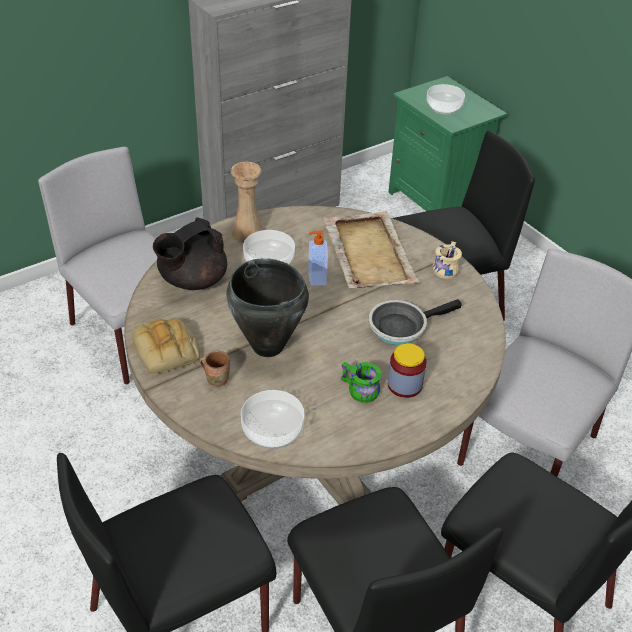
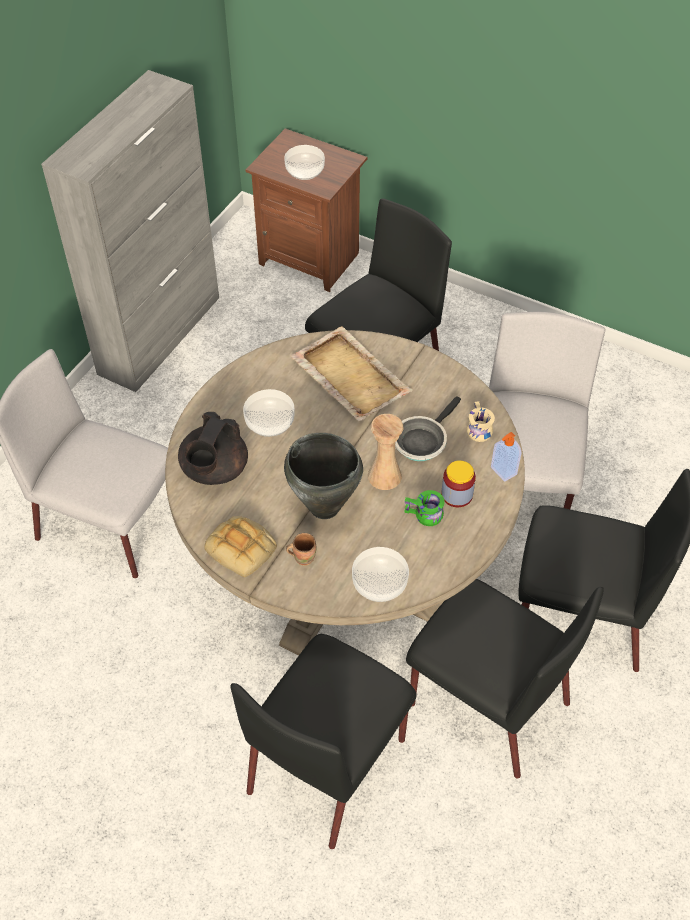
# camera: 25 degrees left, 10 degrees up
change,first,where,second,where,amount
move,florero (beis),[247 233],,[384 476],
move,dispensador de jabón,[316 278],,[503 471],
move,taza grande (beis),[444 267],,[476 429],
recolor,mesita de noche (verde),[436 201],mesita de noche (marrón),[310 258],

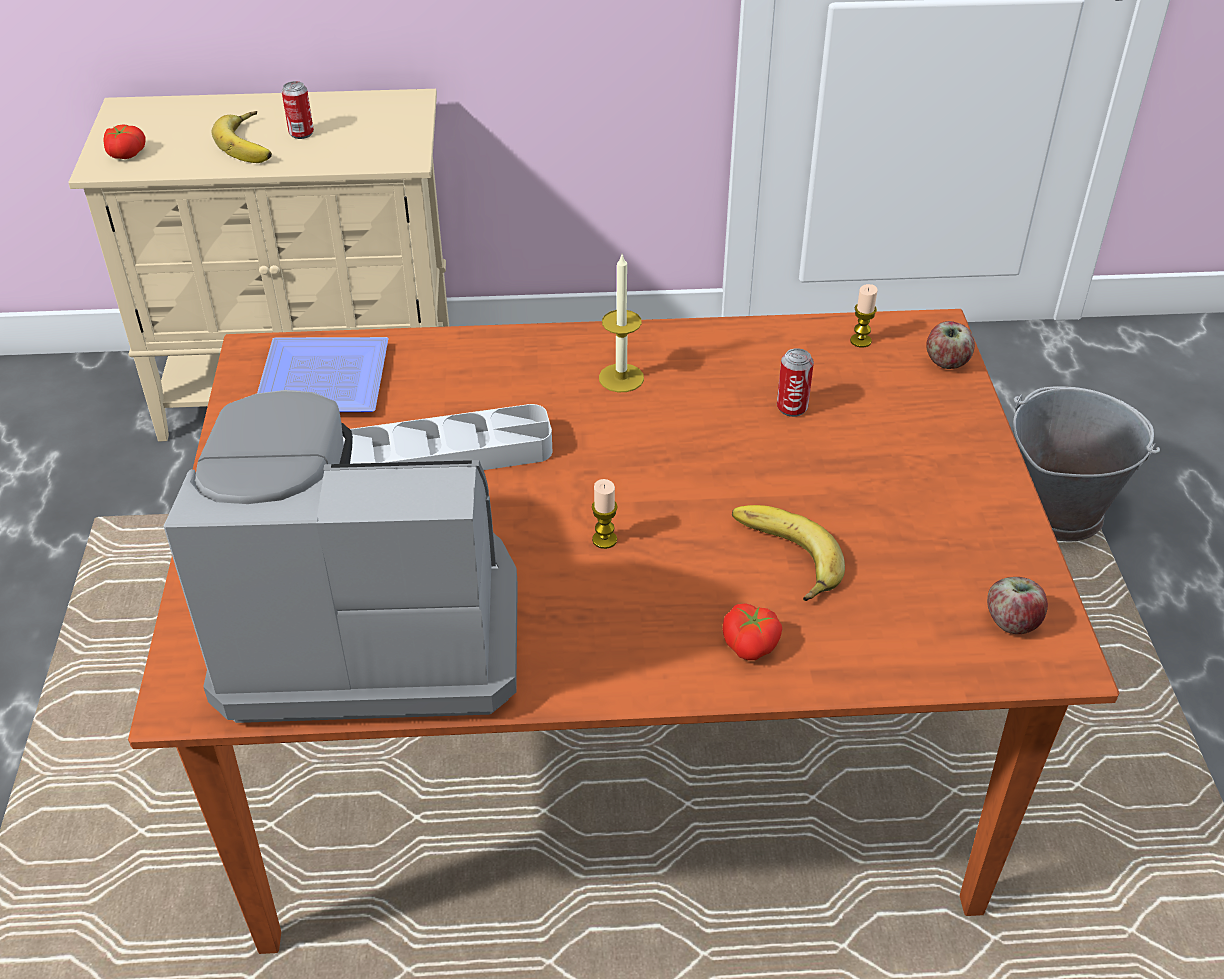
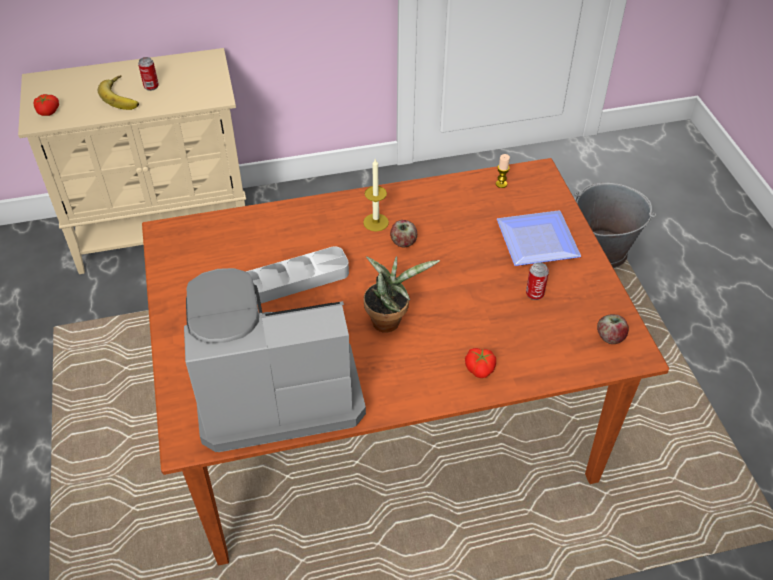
# camera: 10 degrees left, 5 degrees up
change,first,where,second,where,amount
delete,plátano,[781 558],,,
move,plato,[320 378],,[534 239],
move,lata,[792 408],,[534 294],
move,manzana,[946 362],,[403 242],
replace,vela,[604 540],planta en maceta,[389 320],

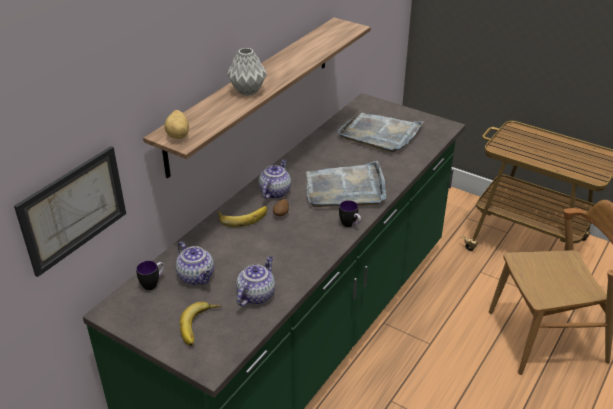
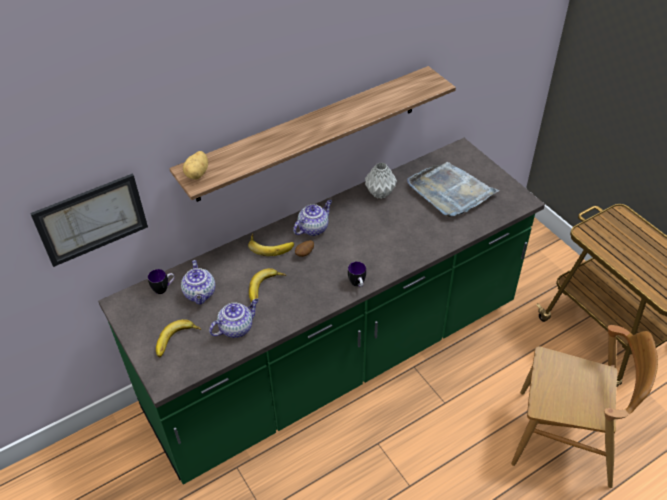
# camera: 25 degrees right, 10 degrees up
change,first,where,second,where,amount
delete,bandeja (gris),[345 189],,,
insert,,,plátano,[266 289],
move,florero (gris),[248 91],,[380 193],

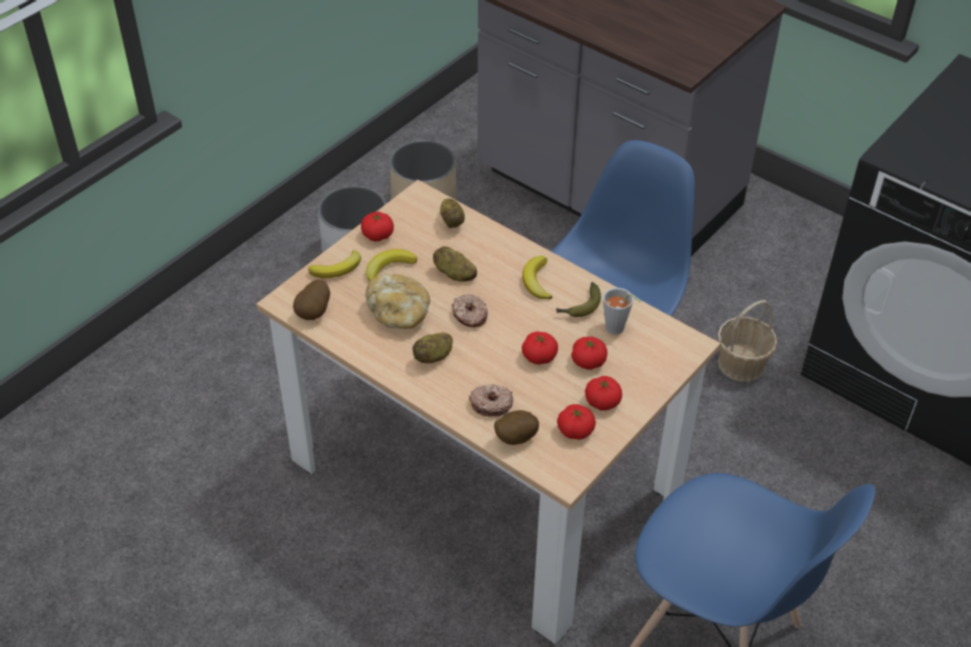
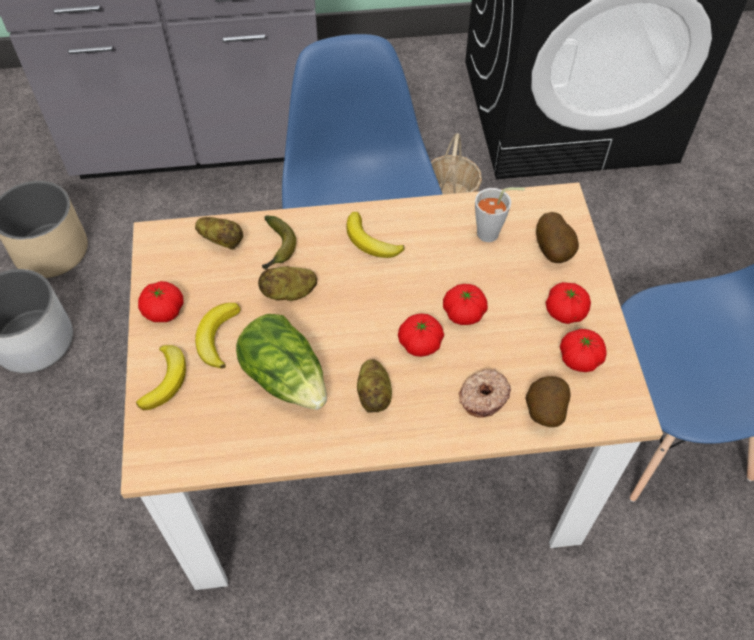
# camera: 45 degrees left, 10 degrees up
change,first,where,second,where,amount
delete,rosquilla,[469 316],,,
move,patata,[314 313],,[554 251],
move,plátano,[580 307],,[276 248],
move,tomate,[588 361],,[420 343],
replace,pan,[399 313],lechuga,[286 377],

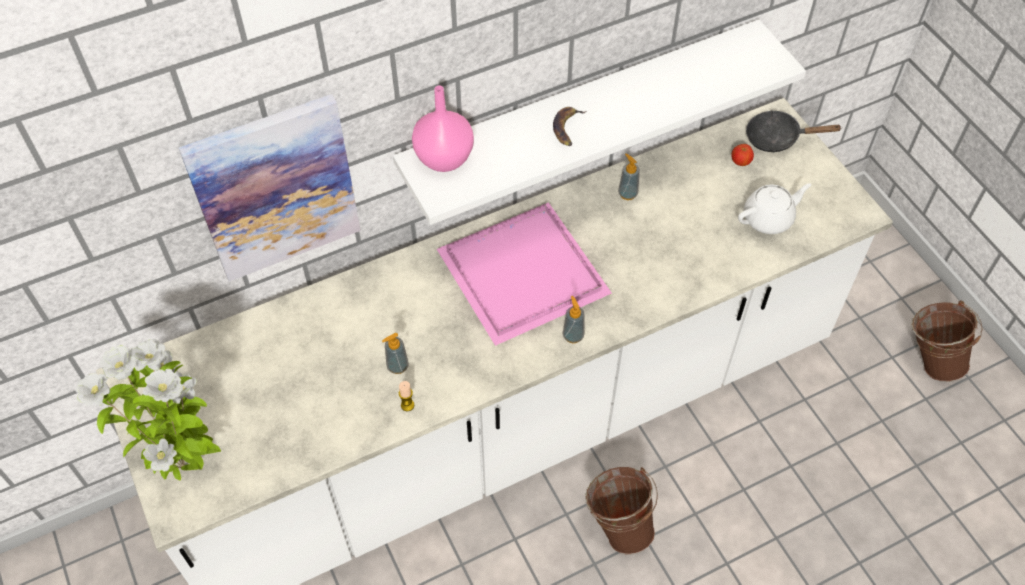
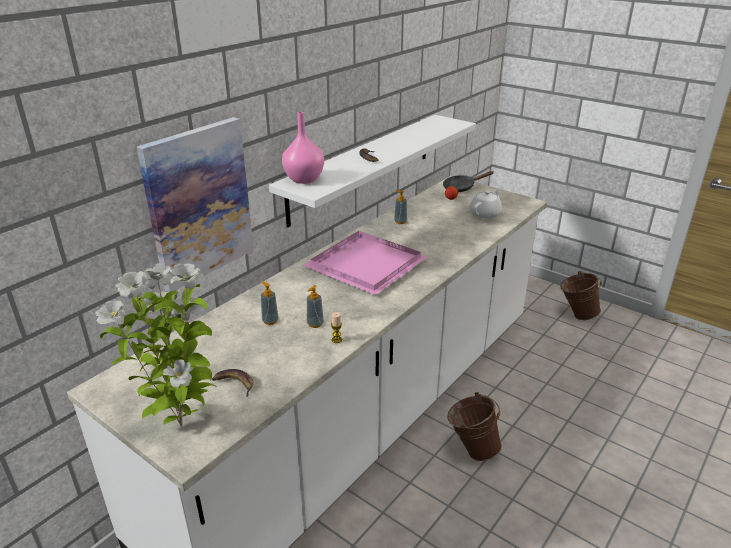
# camera: 25 degrees left, 25 degrees down
change,first,where,second,where,amount
insert,,,plátano,[234 383],
move,dispensador de jabón,[573 335],,[270 321],

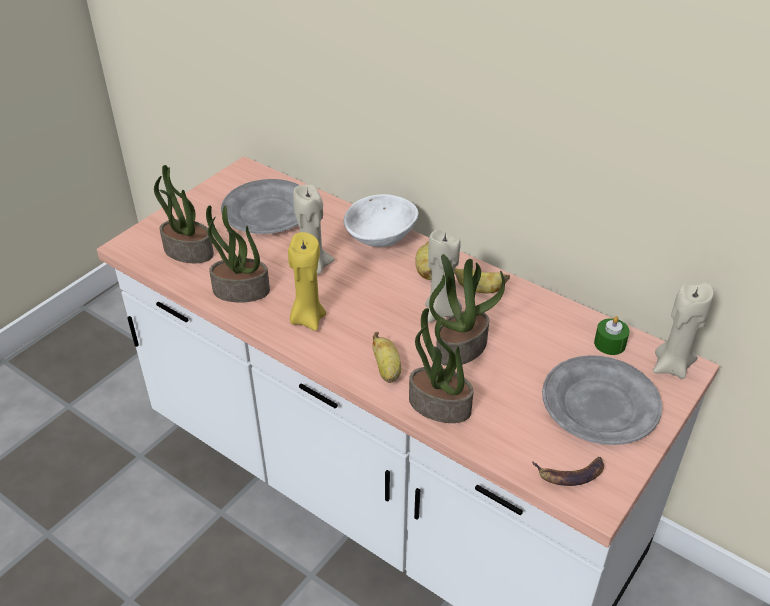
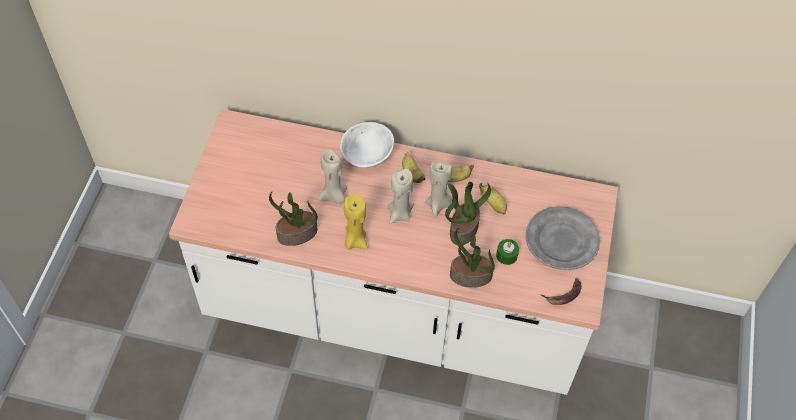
# camera: 25 degrees left, 15 degrees up
change,first,where,second,where,amount
delete,planta en maceta,[187 252],,,
delete,plato (gris),[267 212],,,
move,plátano,[387 370],,[493 204],
move,vela (verde),[609 344],,[506 255],
move,vela (beis),[671 366],,[400 214],

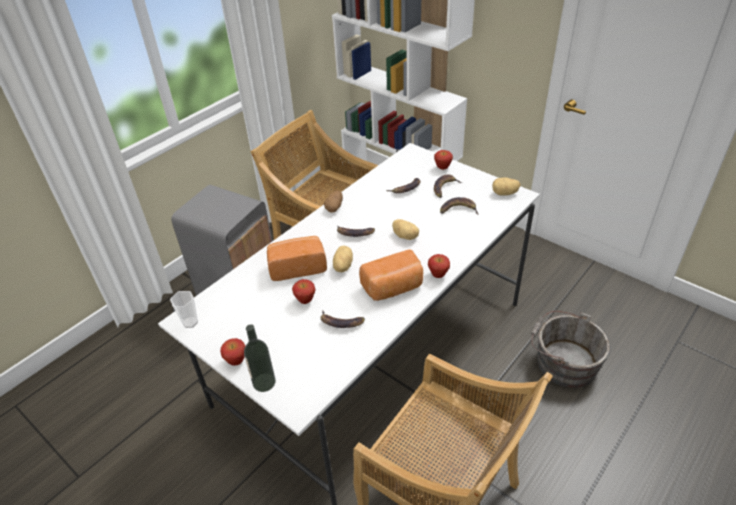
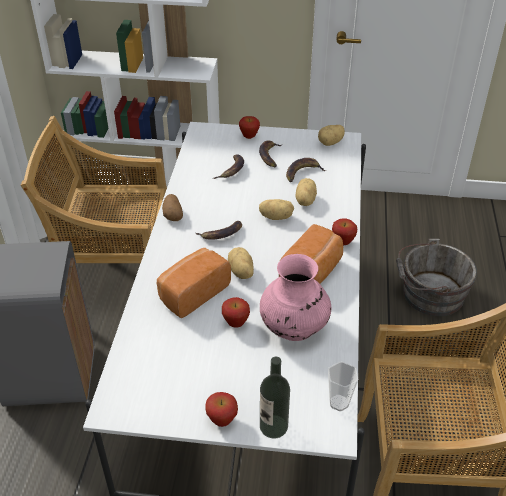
# camera: 35 degrees left, 0 degrees up
change,first,where,second,where,amount
insert,,,patata,[304 201],
move,taza,[190 322],,[339 402],
replace,plátano,[340 322],florero (rosa),[293 329],

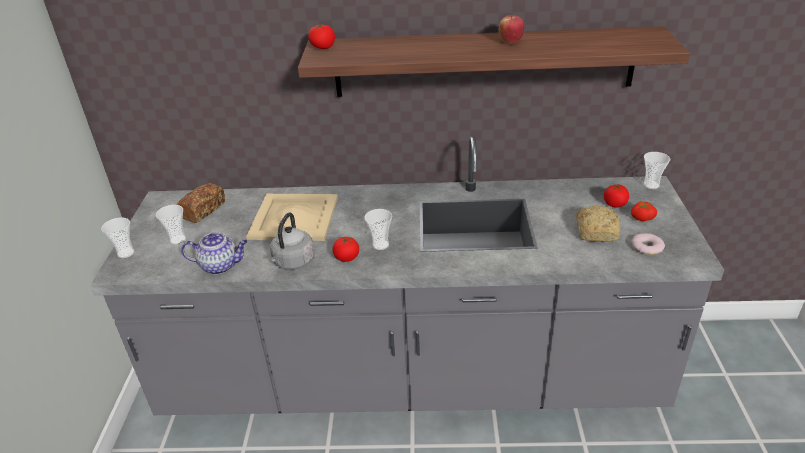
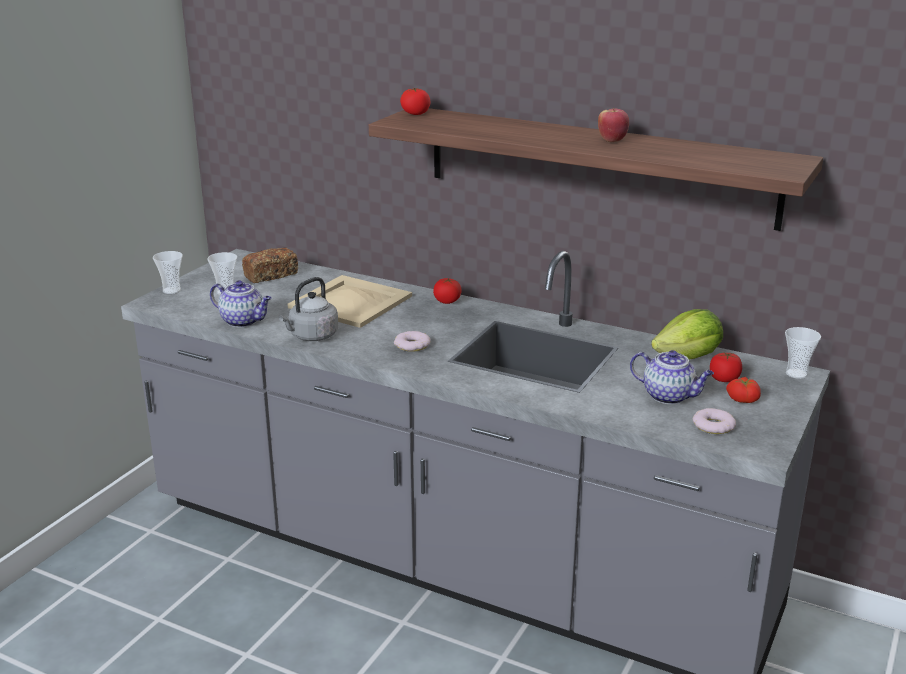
# camera: 25 degrees right, 10 degrees down
change,first,where,second,where,amount
insert,,,lechuga,[688 358],
move,tomate,[346 257],,[447 301],
replace,taza,[380 245],rosquilla,[412 345],
replace,pan,[597 231],tetera,[669 396],

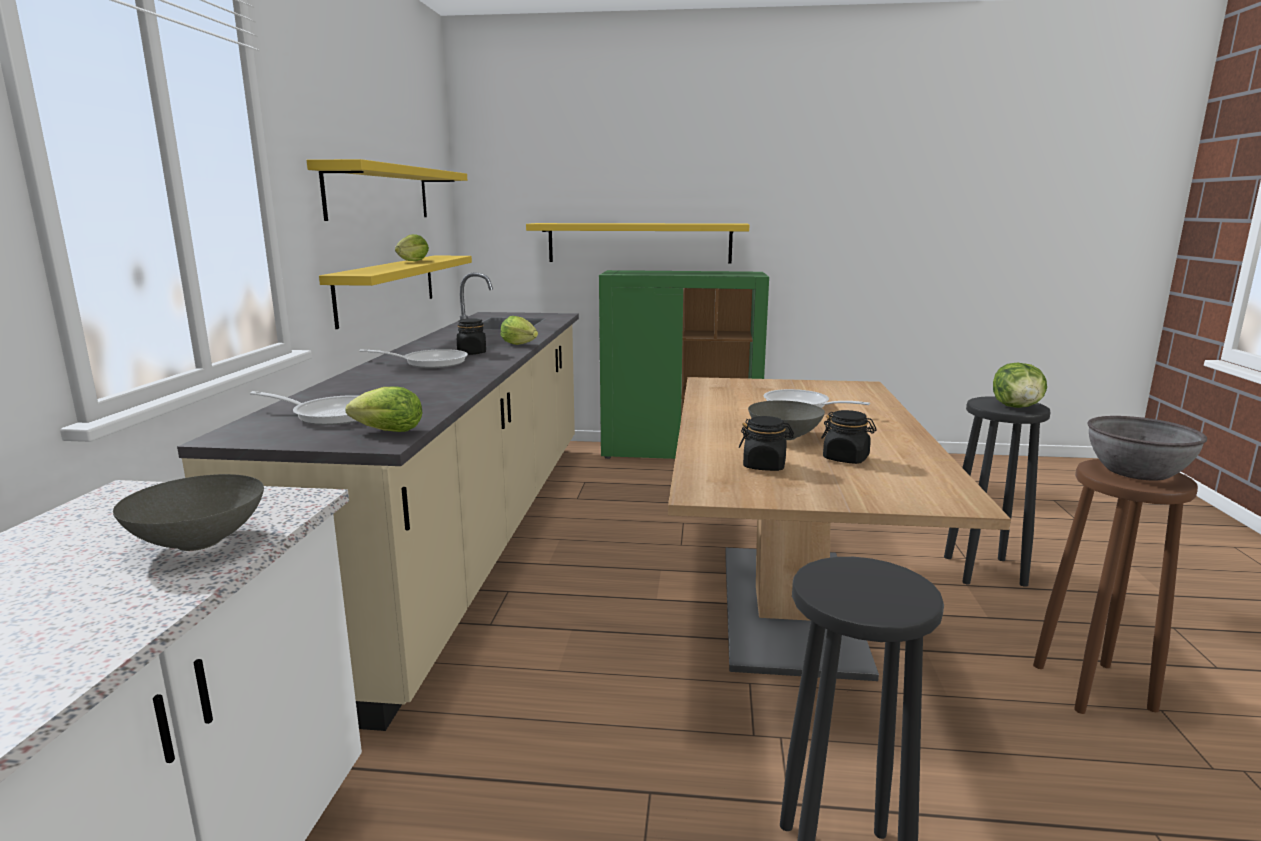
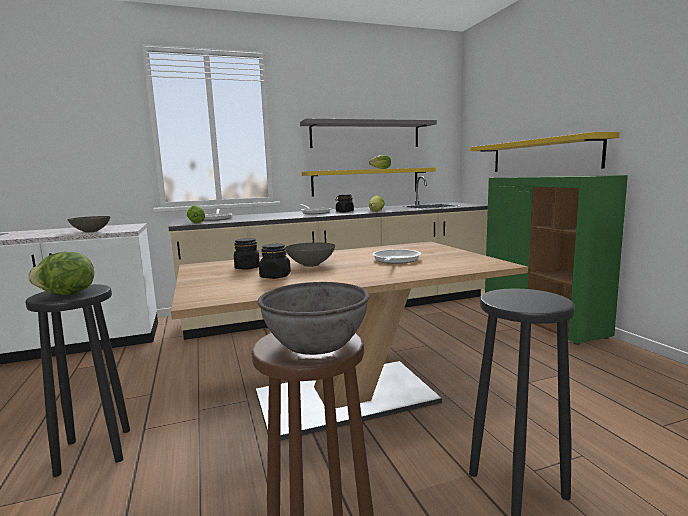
# camera: 65 degrees right, 5 degrees down
change,first,where,second,where,amount
move,lechuga,[1017 407],,[67 294],
recolor,estante (amarillo),[380 193],estante (gris),[365 135],

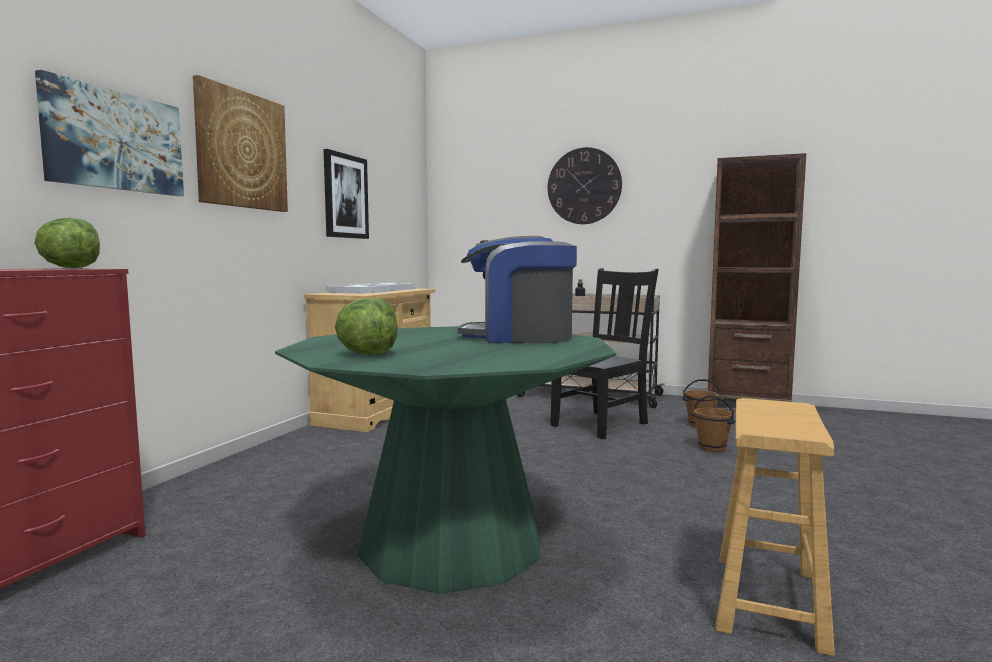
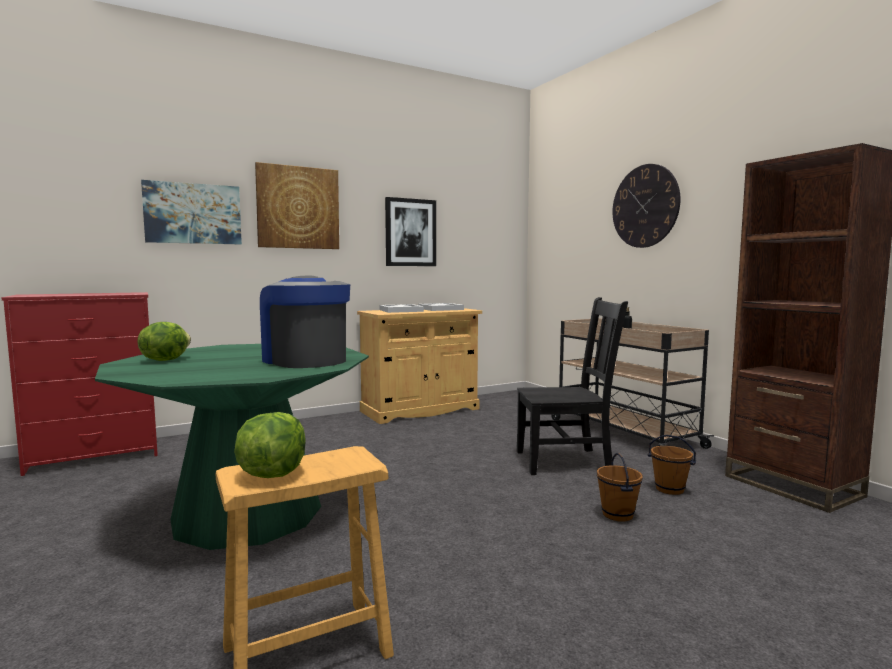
# camera: 40 degrees right, 0 degrees up
change,first,where,second,where,amount
move,lechuga,[71 268],,[272 474],

